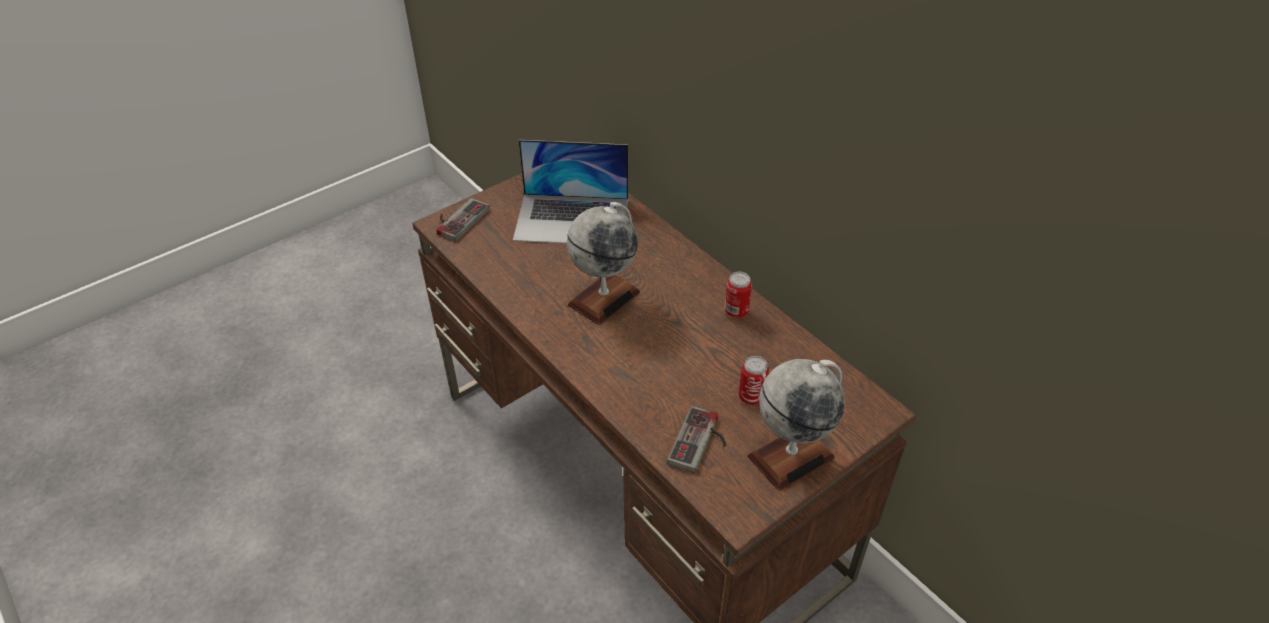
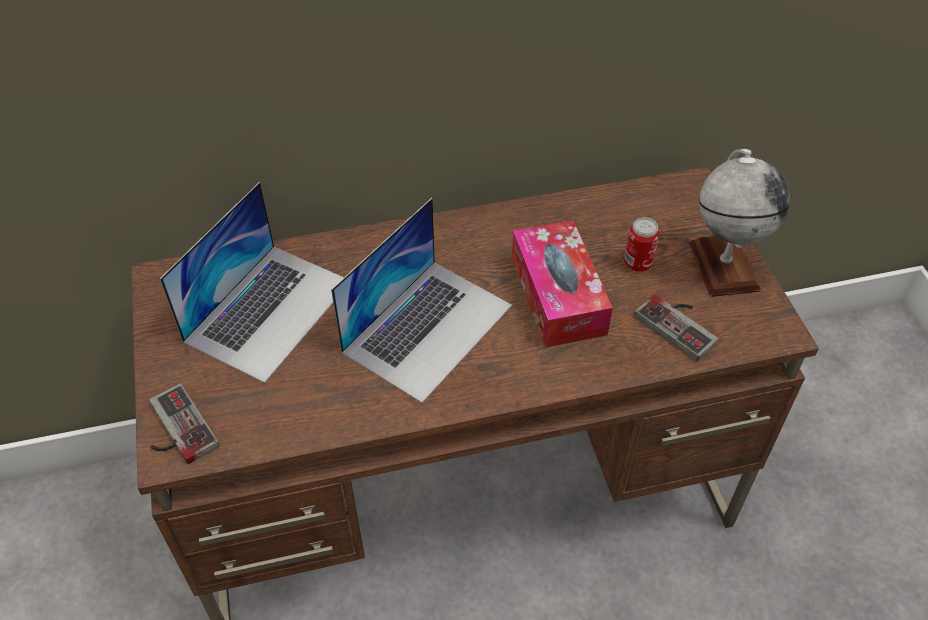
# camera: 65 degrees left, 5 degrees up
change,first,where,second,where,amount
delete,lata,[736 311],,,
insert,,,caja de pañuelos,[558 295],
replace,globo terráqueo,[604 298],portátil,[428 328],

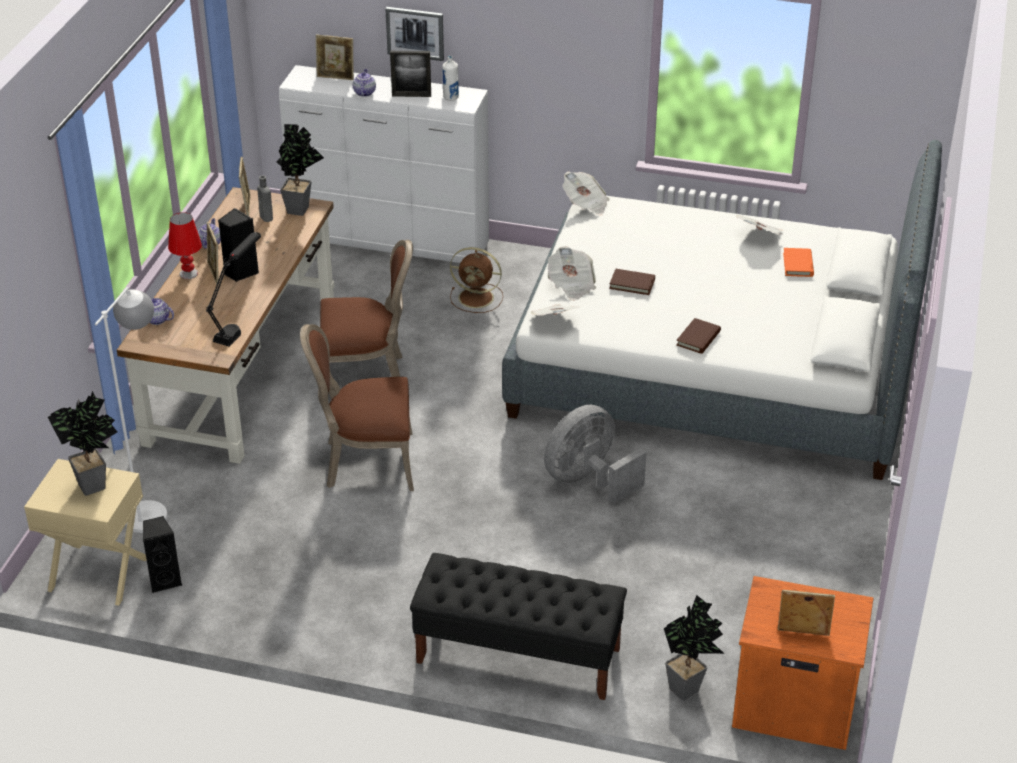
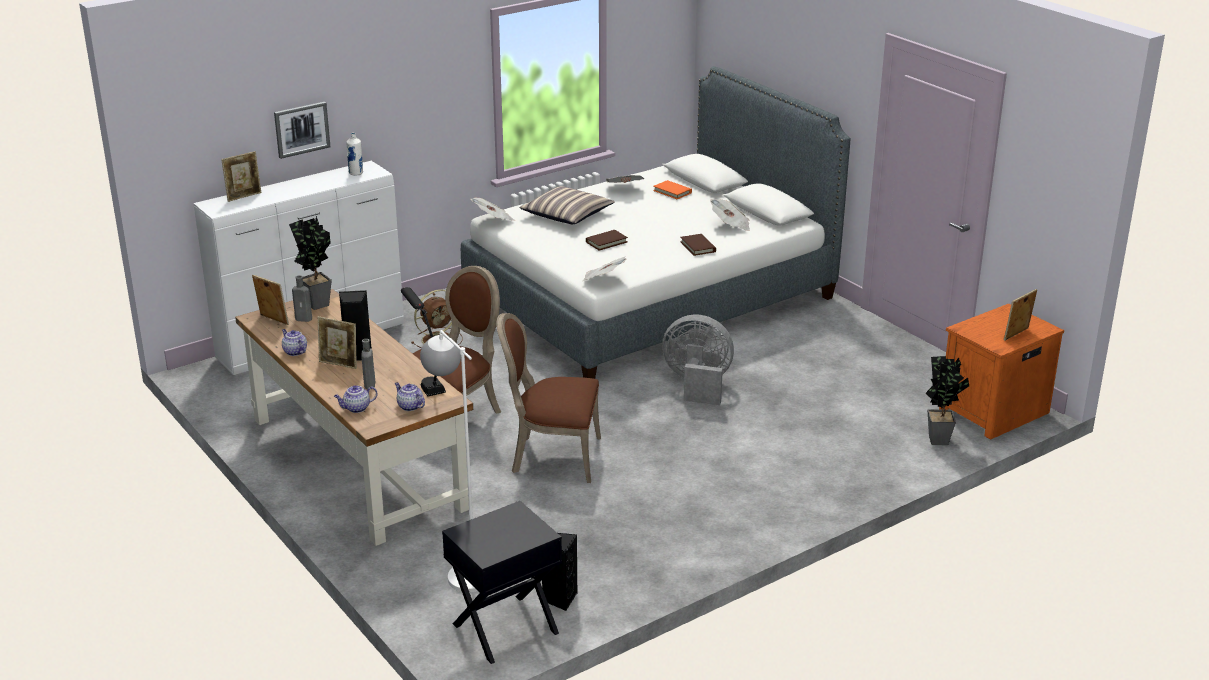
# camera: 50 degrees left, 10 degrees down
change,first,where,second,where,amount
delete,planta en maceta,[97 486],,,
delete,lámpara de mesa (rojo),[189 273],,,
delete,portarretratos,[411 95],,,
delete,banco (negro),[517 655],,,
insert,,,botella (gris),[369 384],
insert,,,cojín,[567 215],
move,tetera,[364 92],,[409 406],
move,periódico,[571 285],,[730 225],
recolor,mesita de noche (beis),[98 574],mesita de noche (negro),[506 629],
rotate,silla (marrón),[366 463],,[552 457],60 degrees clockwise
rotate,ventilador (gris),[588 480],,[697 385],105 degrees clockwise

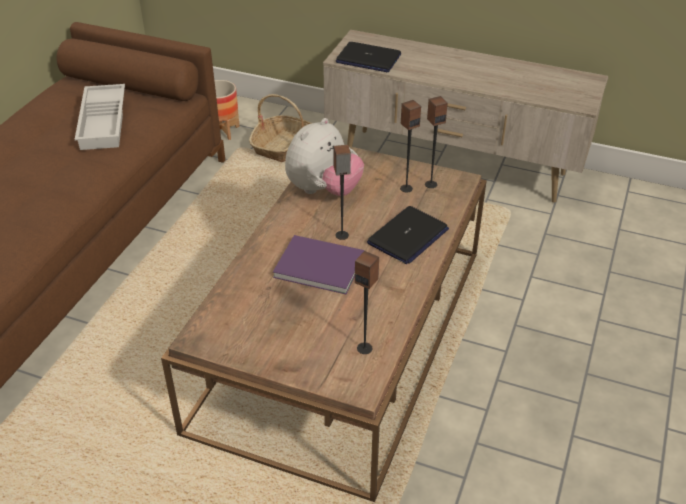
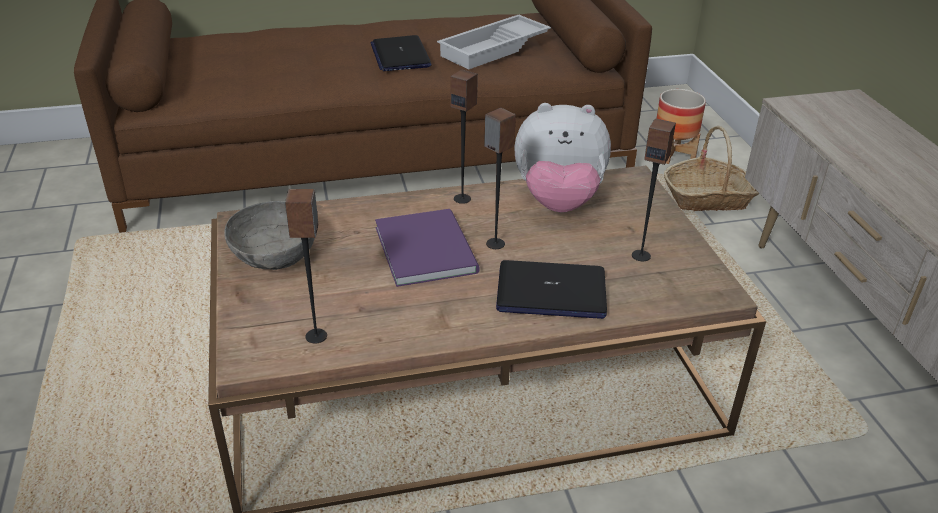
# camera: 55 degrees right, 5 degrees down
change,first,where,second,where,amount
insert,,,cuenco (gris),[274 255],
move,portátil,[368 59],,[400 55],
move,altavoz,[430 184],,[462 198],

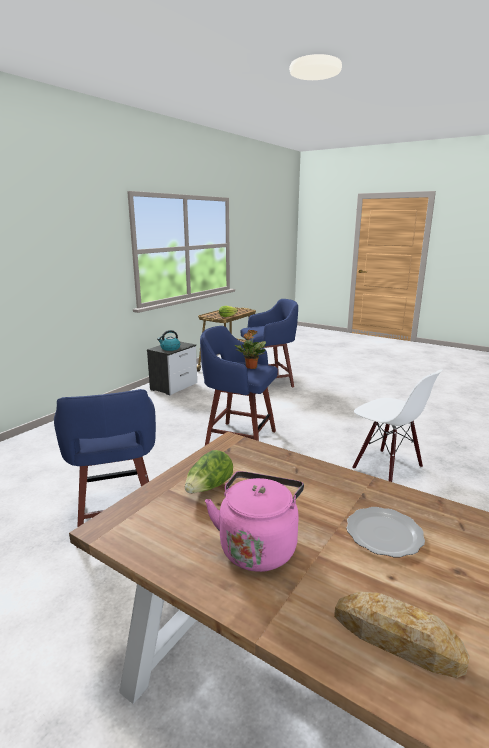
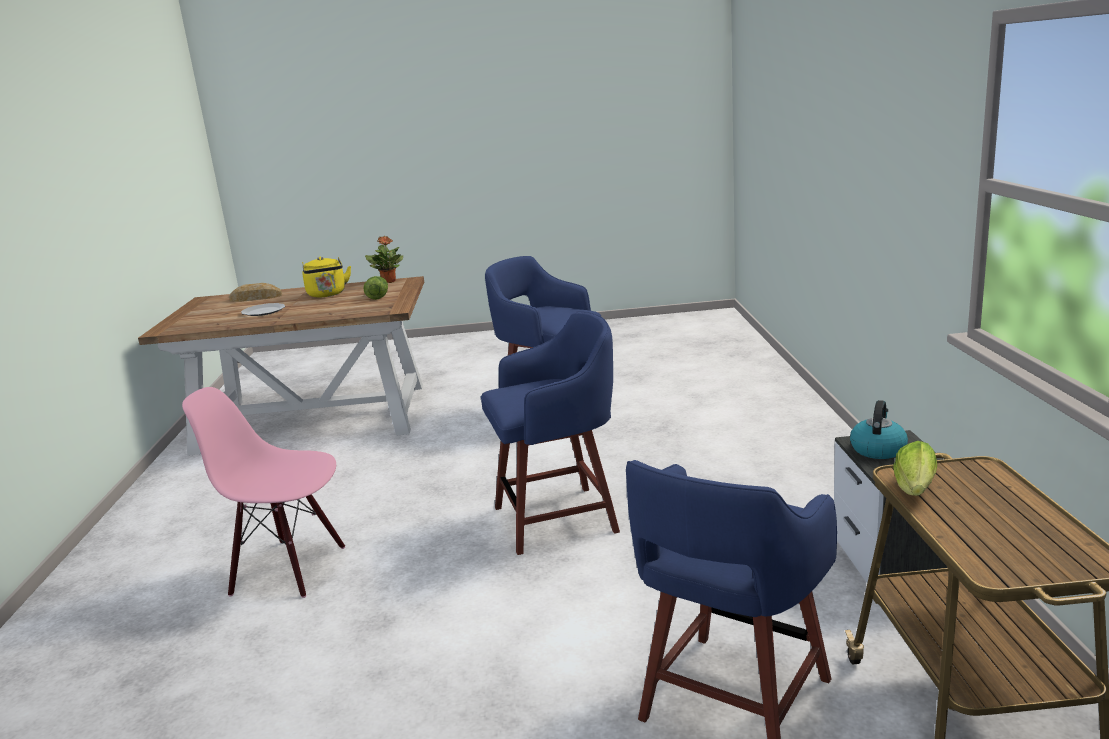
# camera: 145 degrees right, 0 degrees up
change,first,where,second,where,amount
move,planta en maceta,[251 367],,[389 281],
recolor,hervidor (rosa),[258 546],hervidor (amarillo),[327 295],
recolor,silla (blanco),[387 468],silla (rosa),[289 569],

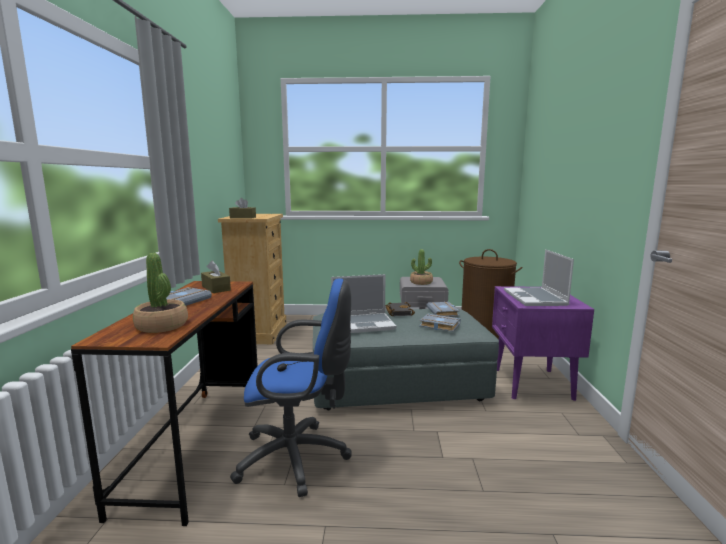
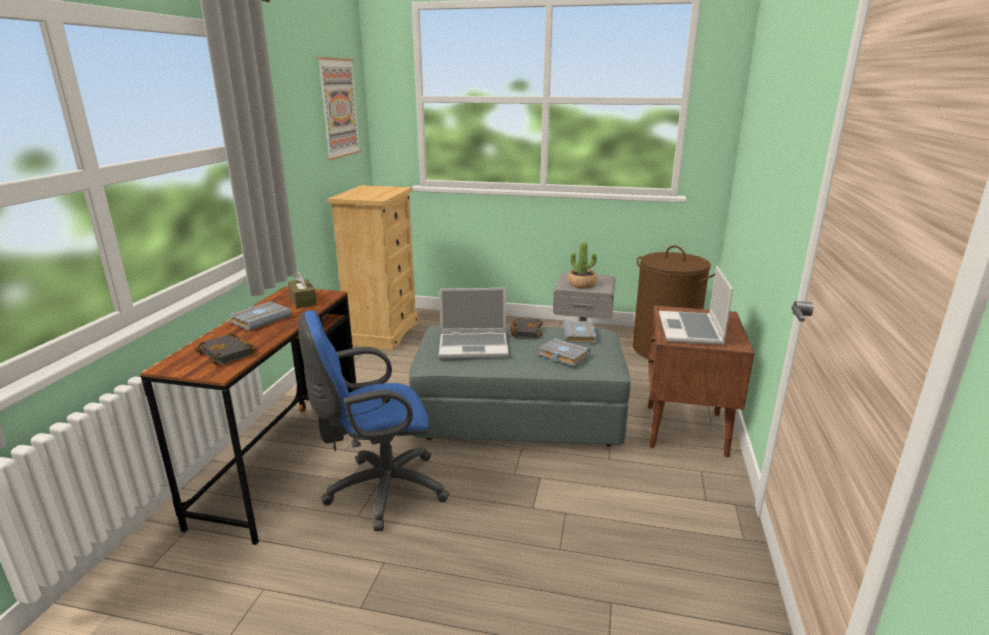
# camera: 10 degrees right, 10 degrees up
change,first,where,second,where,amount
delete,caja de pañuelos (marrón),[243 217],,,
insert,,,cuadro,[338 108],
replace,planta en maceta,[162 326],libro (negro),[229 353],
recolor,mesita de noche (morado),[532 384],mesita de noche (marrón),[685 430],
rotate,silla de oficina (azul),[298 458],,[380 490],150 degrees clockwise

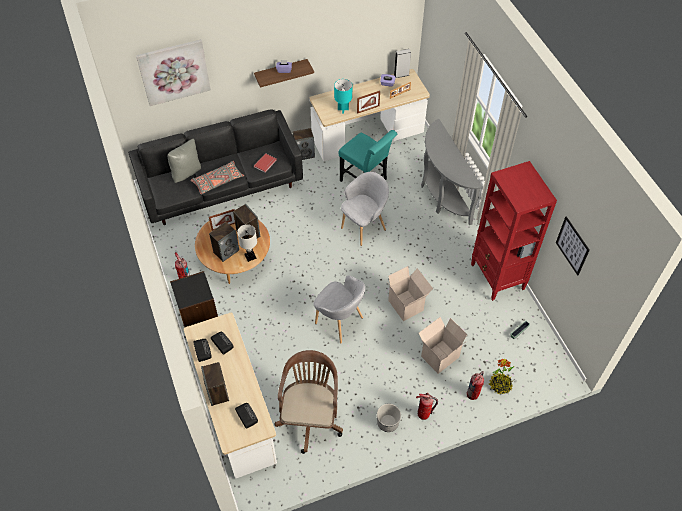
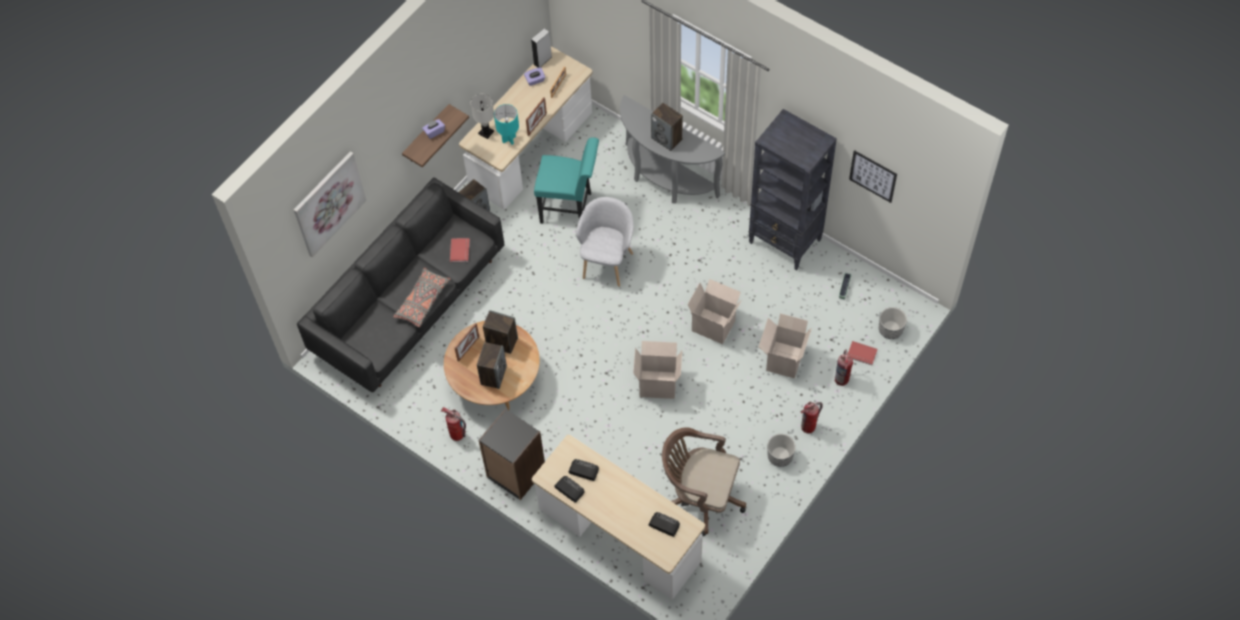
# camera: 30 degrees left, 5 degrees up
change,first,where,second,where,amount
delete,cojín (gris),[186 172],,,
insert,,,maceta,[890 330],
move,altavoz,[218 393],,[667 138],
move,lámpara de mesa (blanco),[250 256],,[486 132],
replace,sillón (gris),[340 322],caja de cartón,[658 383],
replace,planta en maceta,[500 385],libro (rojo),[861 354],
recolor,estantería (rojo),[497 277],estantería (negro),[785 241],
rotate,silla de oficina (marrón),[310 416],,[700 496],45 degrees counterclockwise

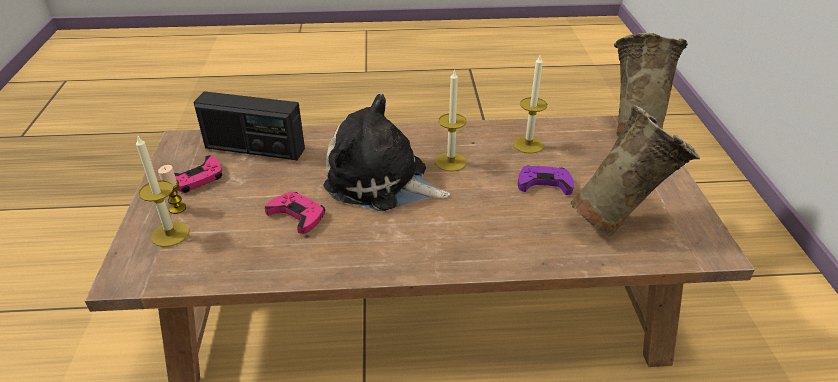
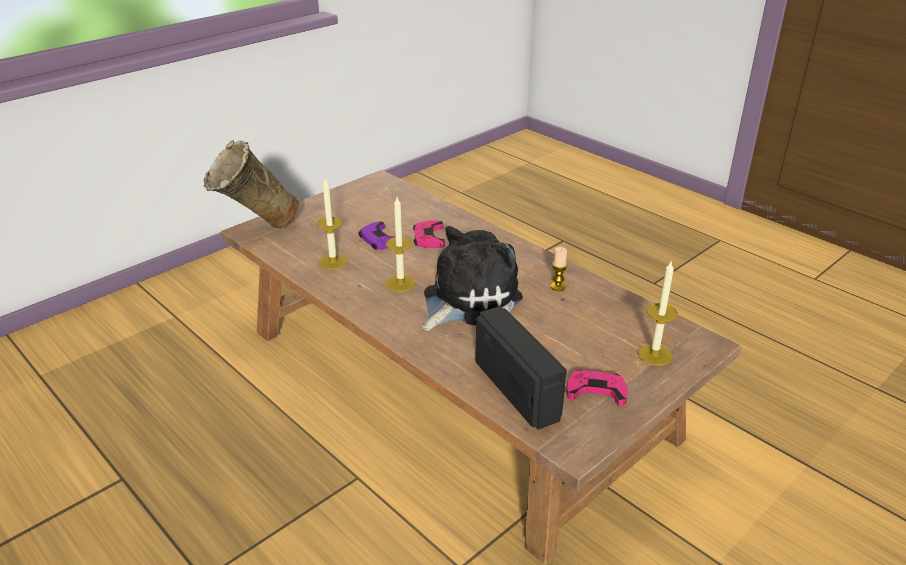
# camera: 130 degrees left, 5 degrees down
change,first,where,second,where,amount
delete,florero (beis),[622 220],,,
move,vela,[177 208],,[557 287],
move,mando de consola (rosa),[297 215],,[428 238],
rotate,peluche,[382 182],,[466 299],120 degrees counterclockwise

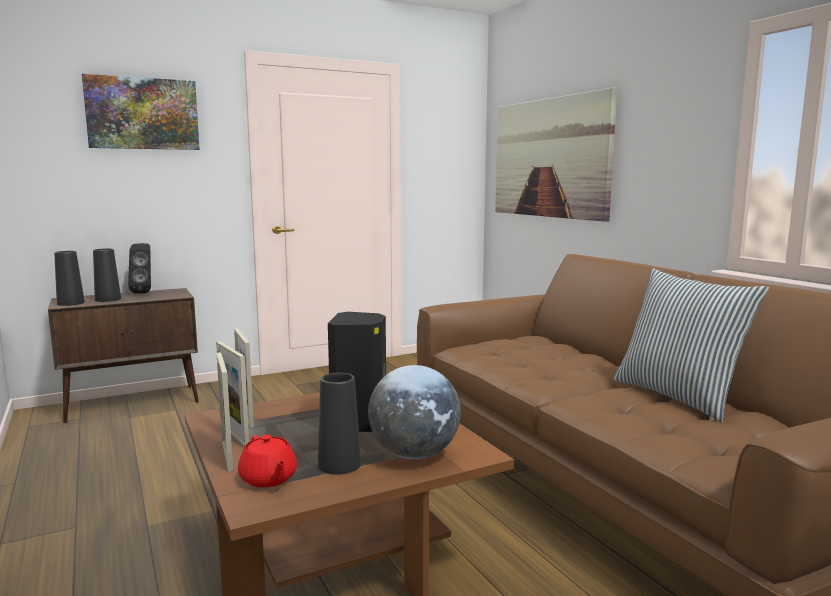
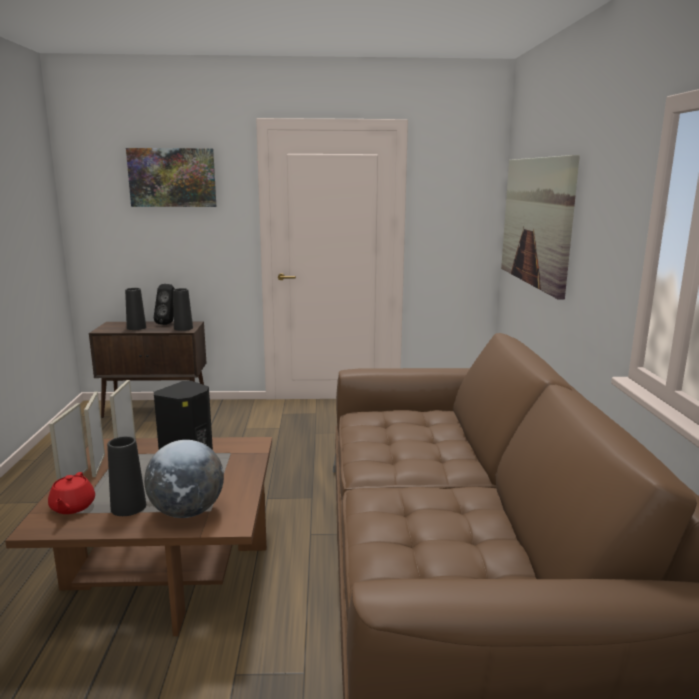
# camera: 25 degrees right, 5 degrees up
change,first,where,second,where,amount
delete,cojín,[678 396],,,
move,florero (negro),[70 303],,[183 328],

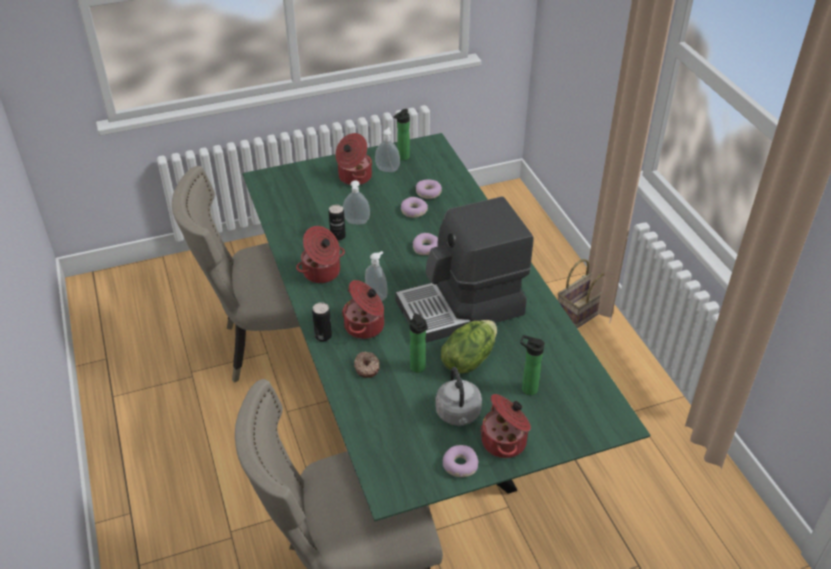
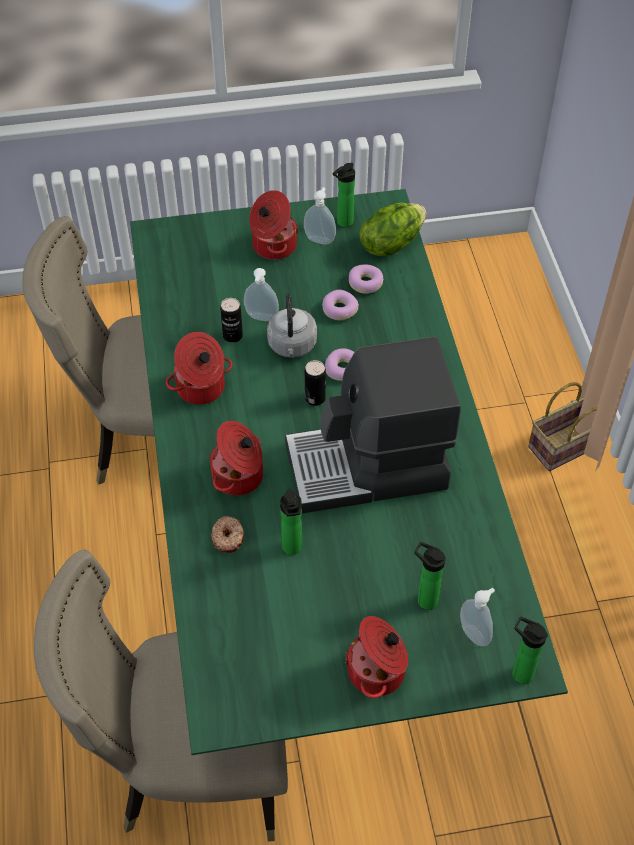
# camera: 10 degrees right, 10 degrees up
change,first,where,second,where,amount
delete,rosquilla,[459 465],,,
insert,,,botella,[519 672],
move,lata,[323 336],,[315 398],
move,dispensador de jabón,[377 295],,[475 633],
move,hervidor (gris),[458 415],,[292 346],
move,lechuga,[468 359],,[391 243],

